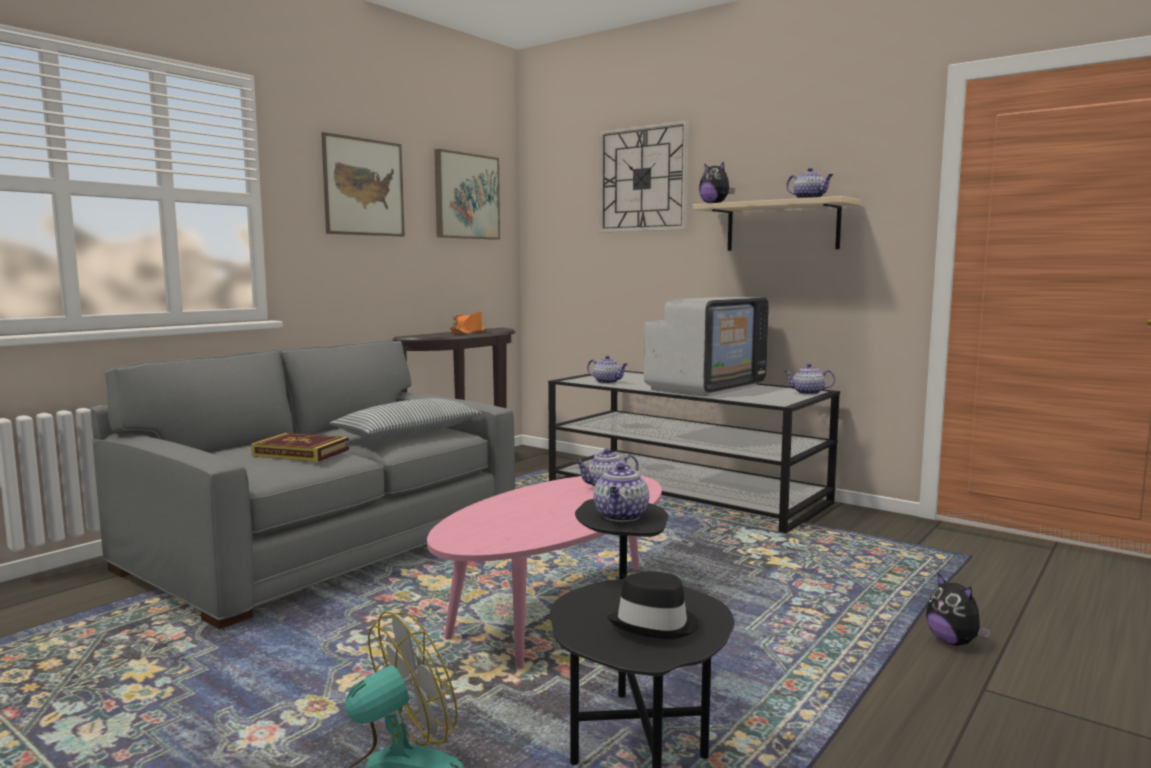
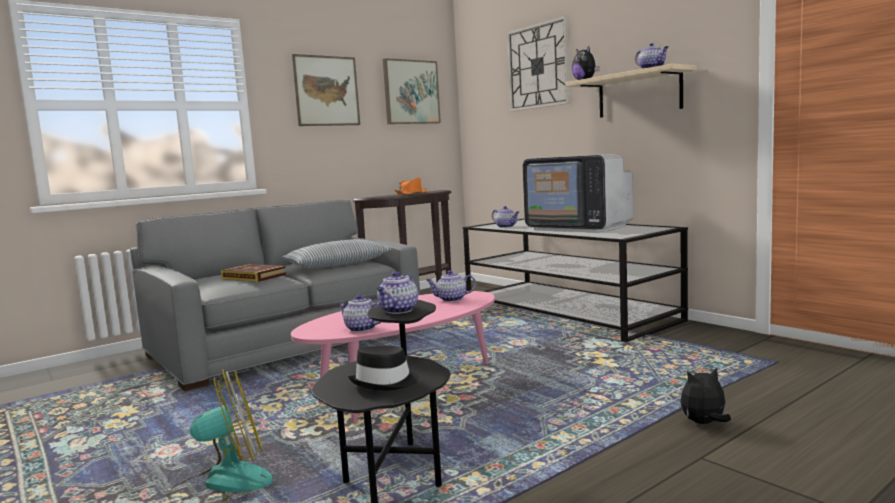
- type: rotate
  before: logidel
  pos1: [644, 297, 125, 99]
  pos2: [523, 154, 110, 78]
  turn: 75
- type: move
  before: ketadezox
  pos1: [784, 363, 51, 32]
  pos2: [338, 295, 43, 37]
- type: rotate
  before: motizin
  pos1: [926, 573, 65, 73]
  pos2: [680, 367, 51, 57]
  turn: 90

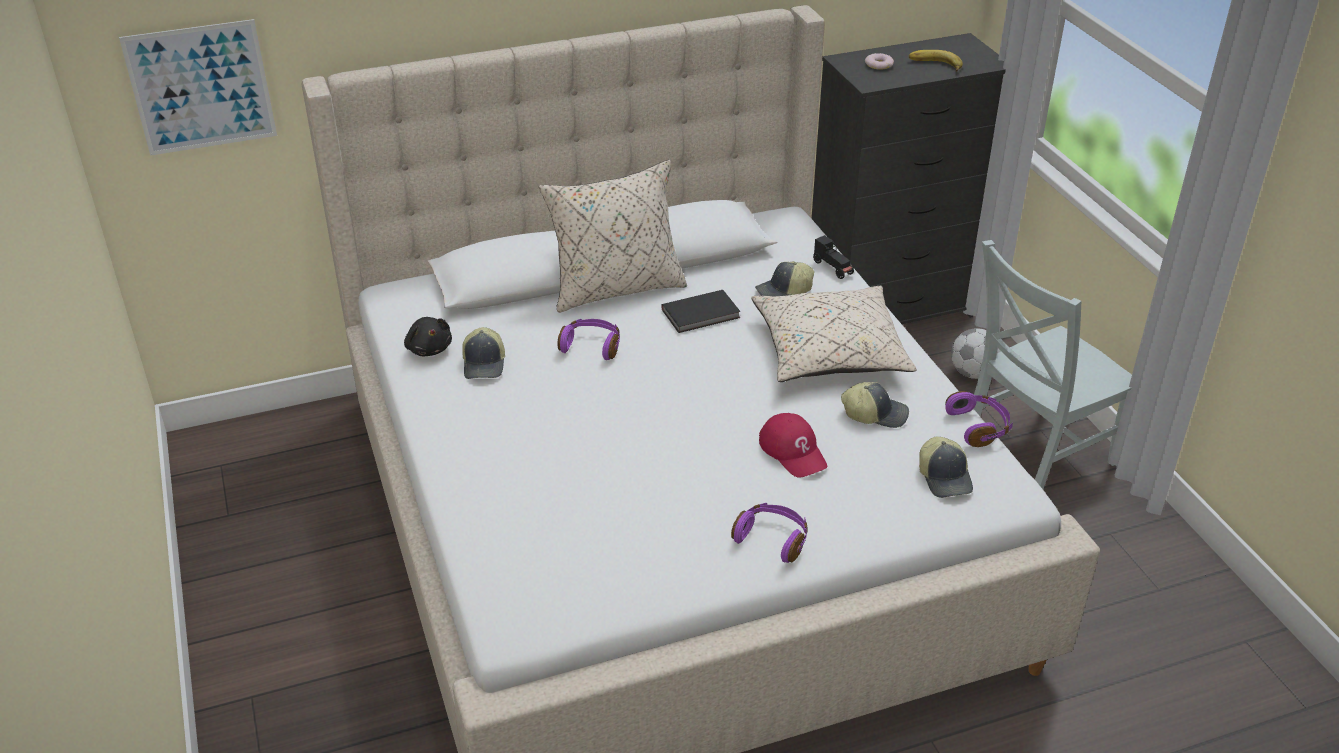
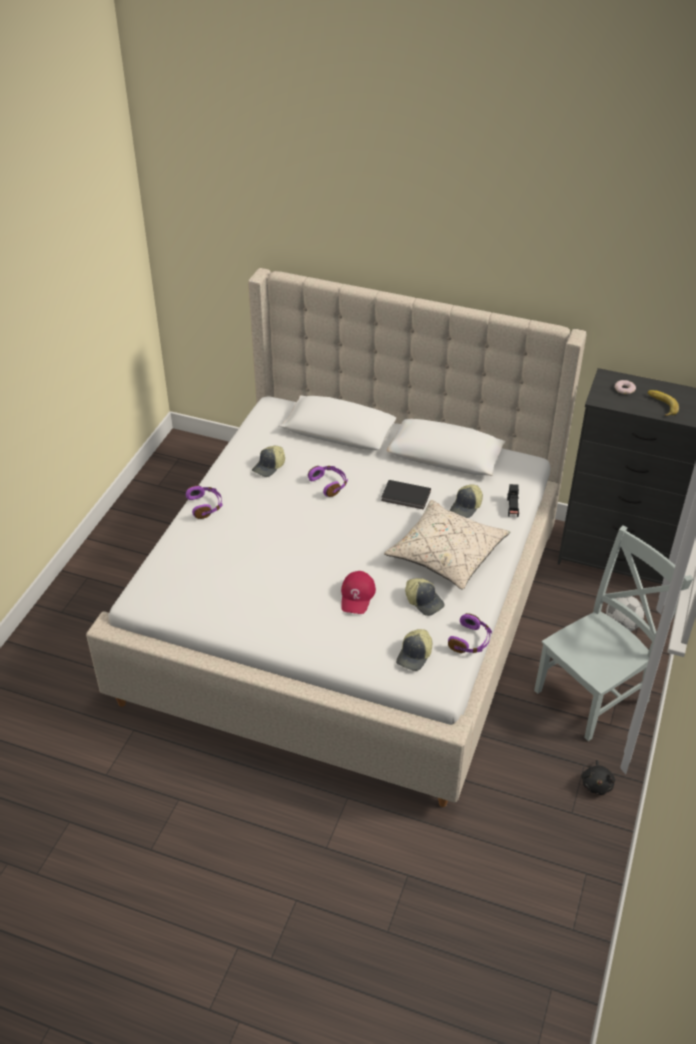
- type: delete
  before: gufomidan
  pos1: [119, 19, 158, 137]
- type: delete
  before: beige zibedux
  pos1: [539, 160, 148, 153]
- type: rotate
  before: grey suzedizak
  pos1: [974, 240, 158, 249]
  pos2: [534, 526, 159, 215]
  turn: 135
- type: rotate
  before: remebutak
  pos1: [755, 261, 59, 35]
  pos2: [450, 484, 33, 34]
  turn: -75
- type: move
  before: black motizin
  pos1: [404, 317, 48, 39]
  pos2: [581, 760, 34, 35]
- type: move
  before: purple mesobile
  pos1: [731, 503, 77, 60]
  pos2: [186, 485, 37, 34]

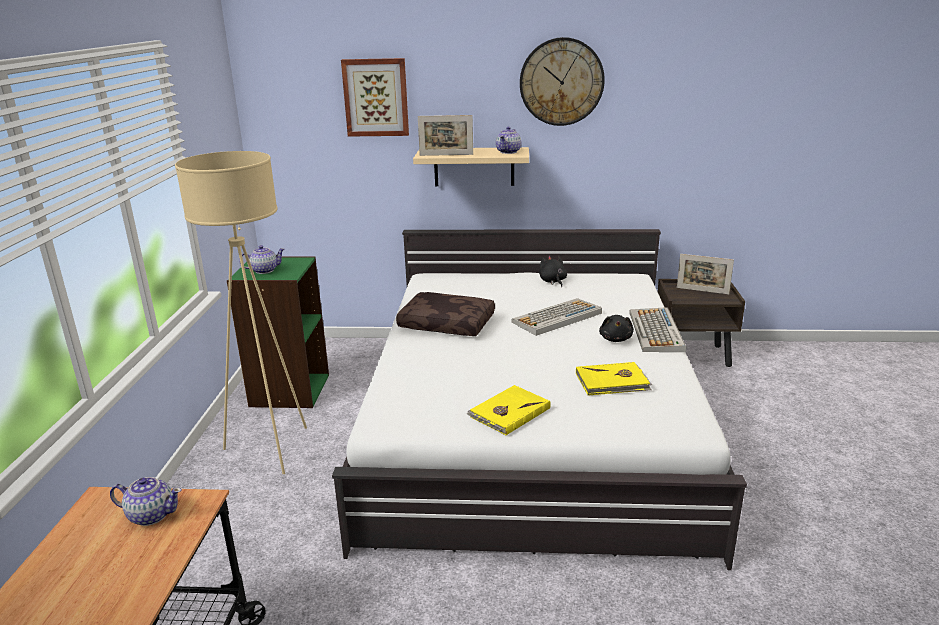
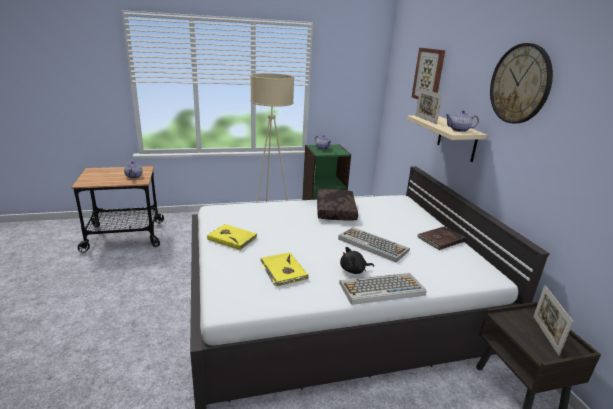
- type: replace
  before: black motizin
  after: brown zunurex
  pos1: [539, 255, 28, 32]
  pos2: [417, 226, 49, 24]

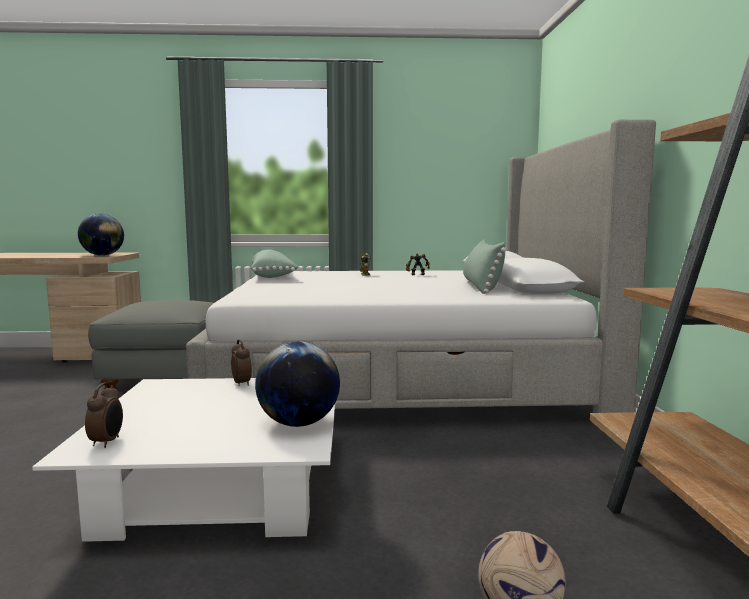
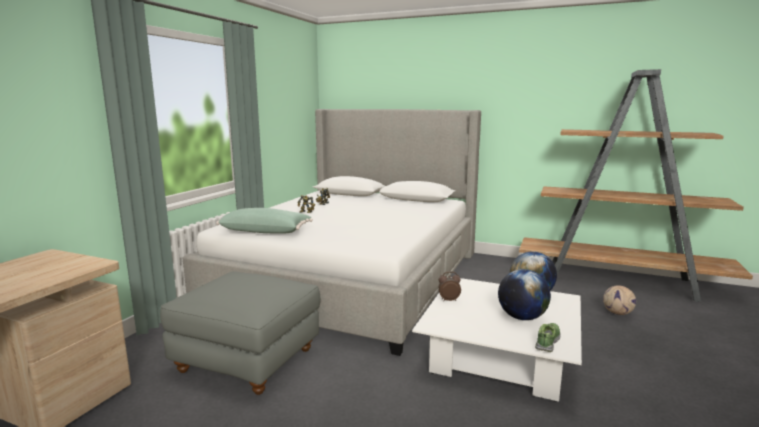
- type: move
  before: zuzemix
  pos1: [78, 213, 46, 43]
  pos2: [498, 269, 53, 51]
- type: delete
  before: green zibedux
  pos1: [463, 240, 43, 54]
- type: replace
  before: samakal
  after: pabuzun
  pos1: [85, 382, 38, 66]
  pos2: [535, 323, 26, 29]

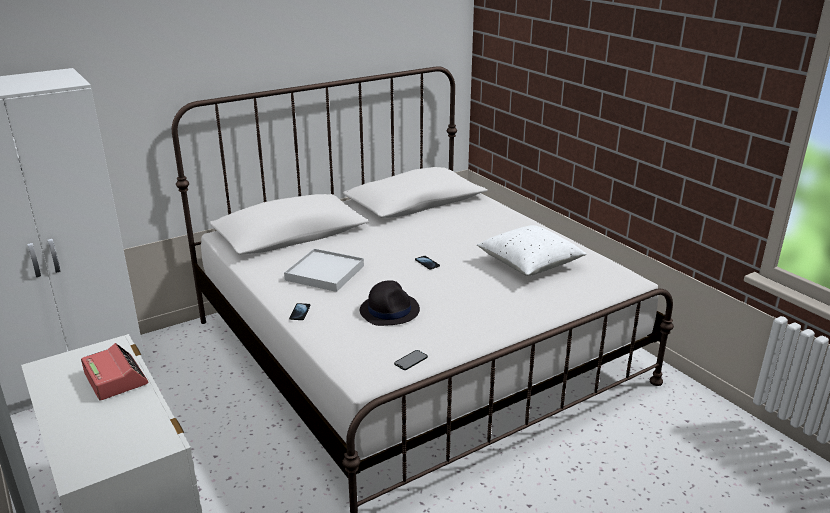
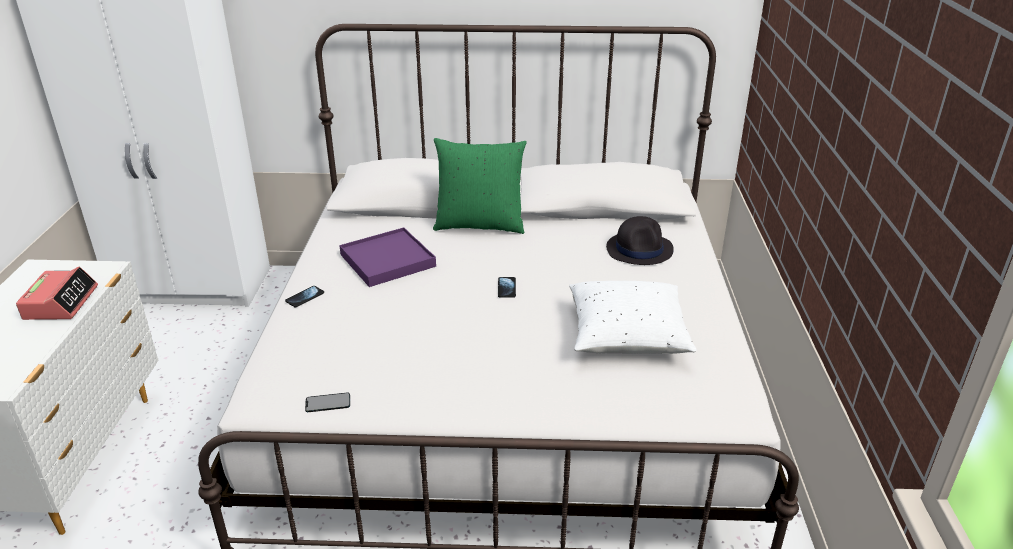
- type: recolor
  before: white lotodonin
  after: purple lotodonin
  pos1: [284, 248, 80, 44]
  pos2: [339, 227, 97, 60]
- type: move
  before: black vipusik
  pos1: [360, 280, 60, 46]
  pos2: [606, 216, 68, 49]
- type: insert
  after: green zibedux
  pos2: [433, 138, 94, 96]

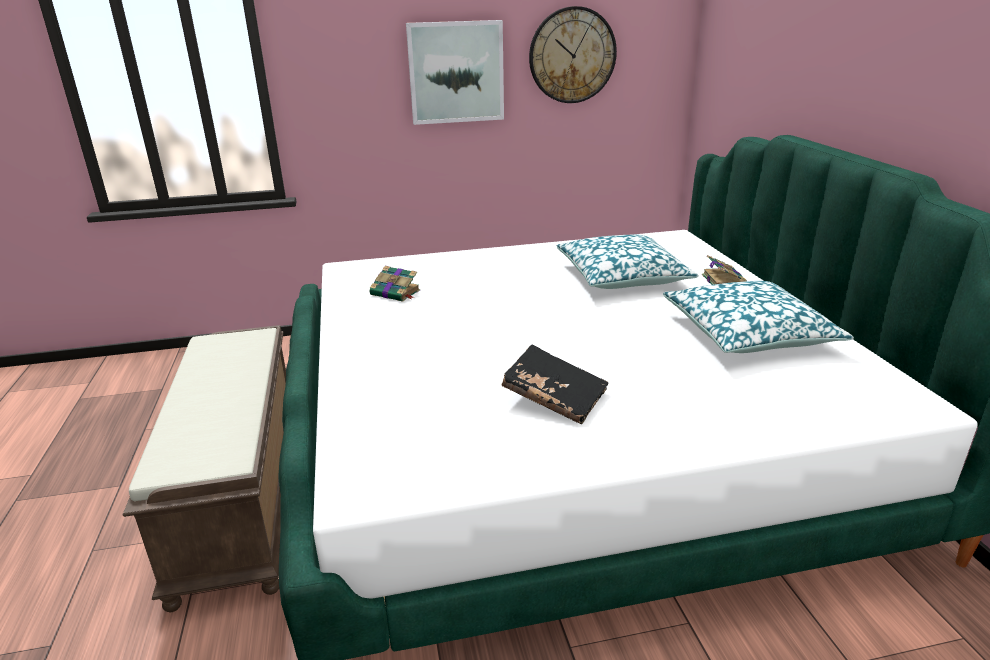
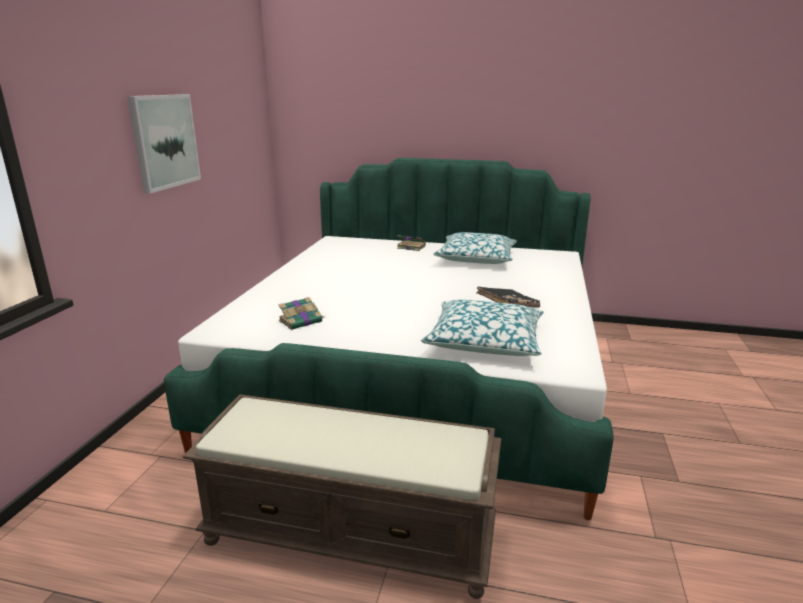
- type: delete
  before: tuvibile
  pos1: [529, 6, 88, 97]
- type: move
  before: zibedux
  pos1: [556, 235, 143, 54]
  pos2: [421, 300, 123, 56]

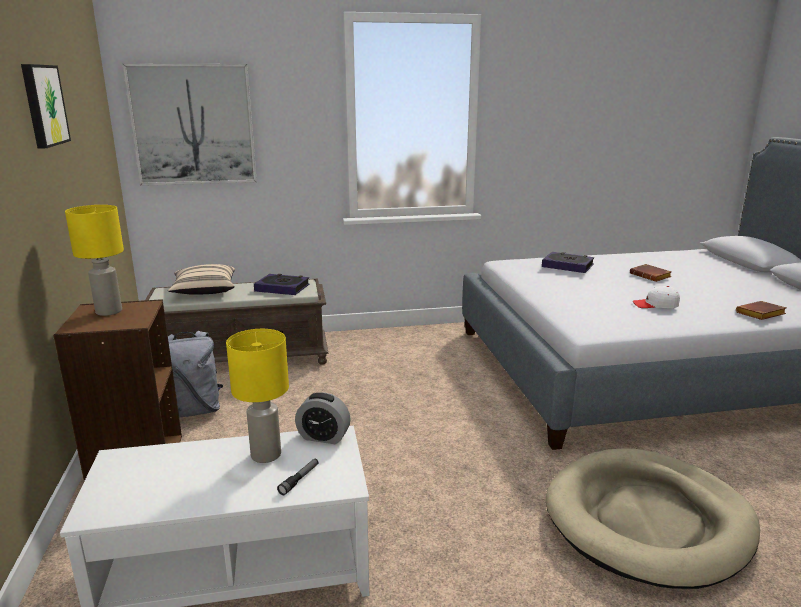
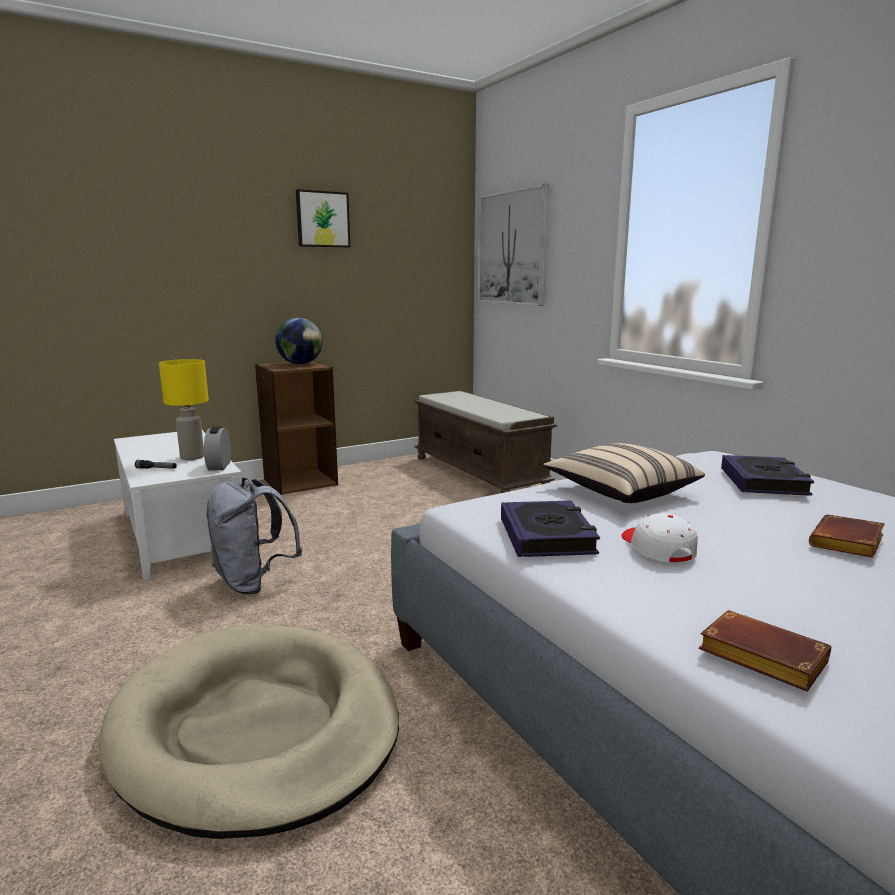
- type: replace
  before: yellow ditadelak
  after: zuzemix
  pos1: [65, 205, 59, 111]
  pos2: [275, 318, 48, 46]
- type: move
  before: beige zibedux
  pos1: [168, 264, 67, 31]
  pos2: [543, 443, 162, 60]
- type: move
  before: zunurex
  pos1: [254, 274, 55, 21]
  pos2: [501, 501, 99, 56]
- type: move
  before: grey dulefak
  pos1: [168, 331, 55, 86]
  pos2: [206, 478, 96, 116]

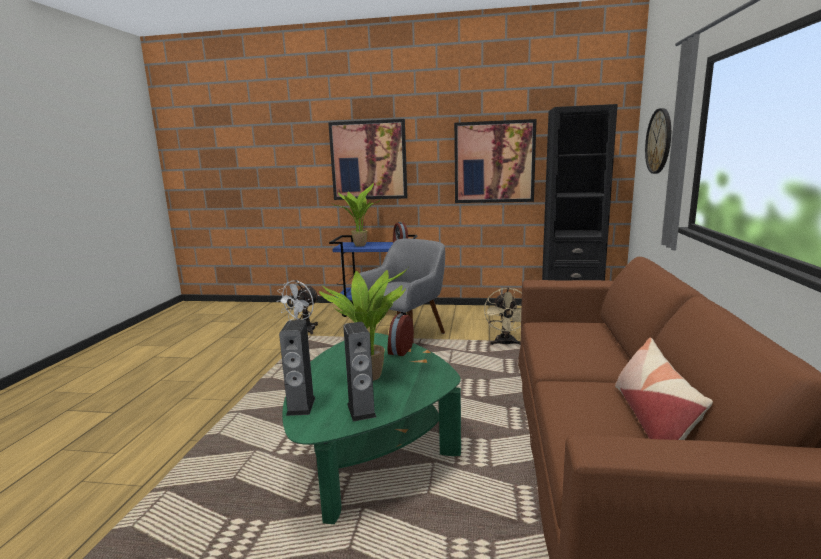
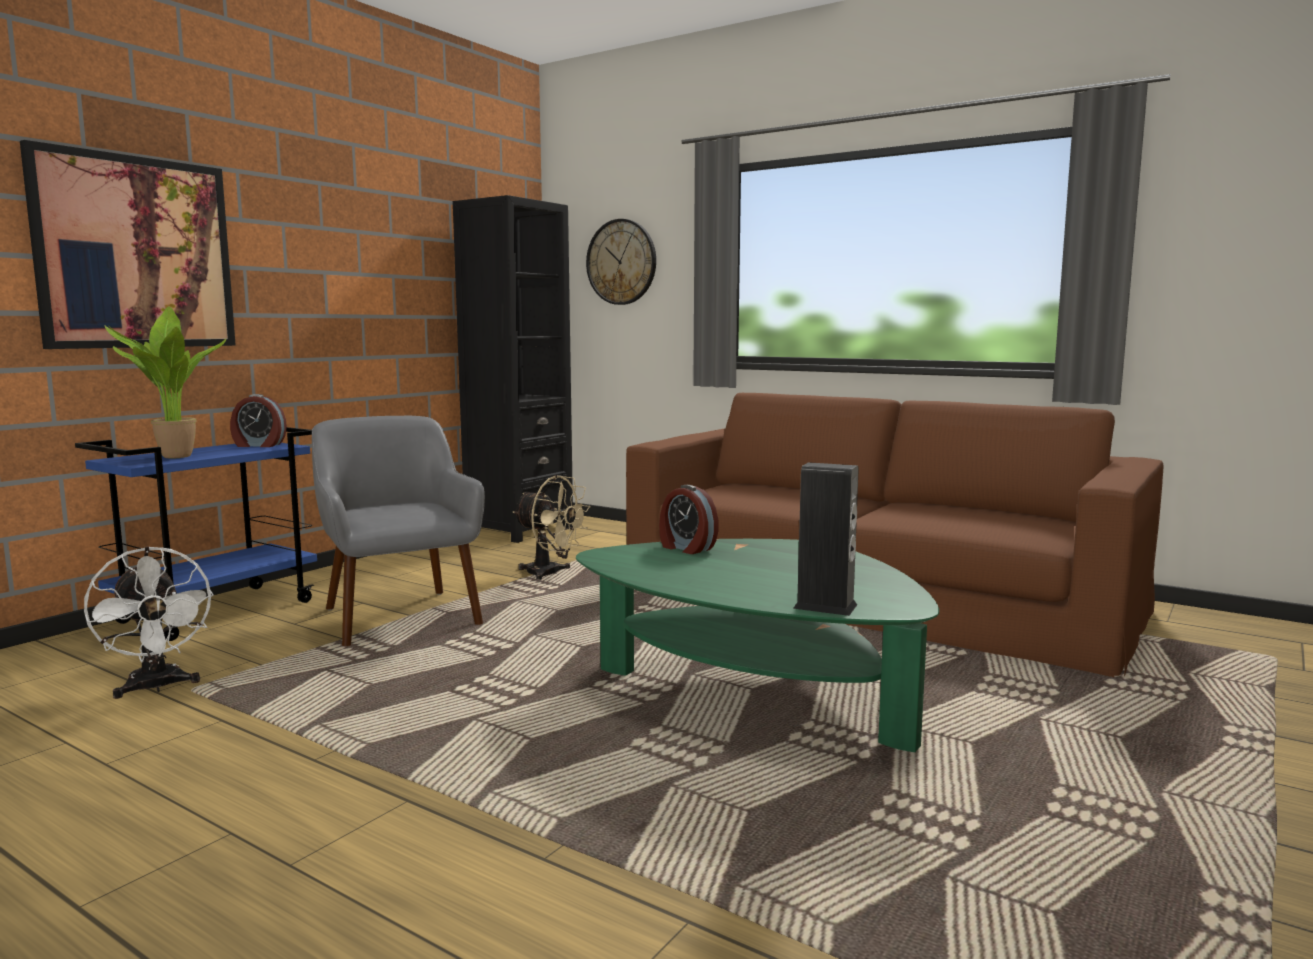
- type: delete
  before: gufomidan
  pos1: [454, 119, 83, 84]
- type: delete
  before: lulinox
  pos1: [319, 265, 91, 116]
- type: delete
  before: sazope
  pos1: [343, 322, 33, 100]
- type: delete
  before: zibedux
  pos1: [615, 338, 98, 102]

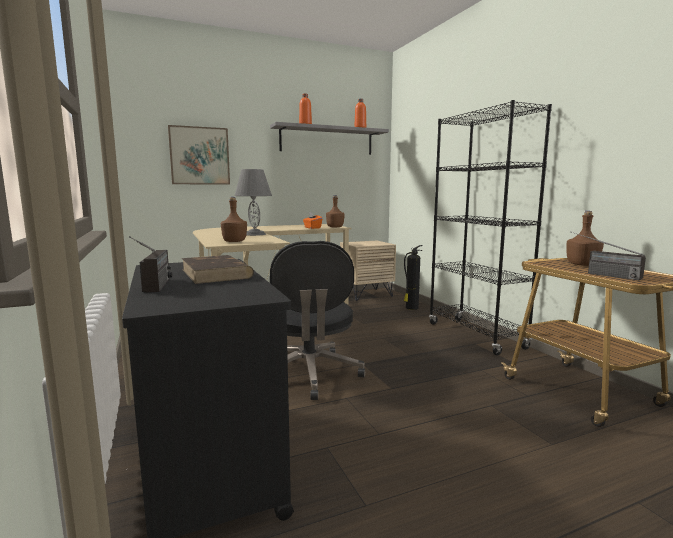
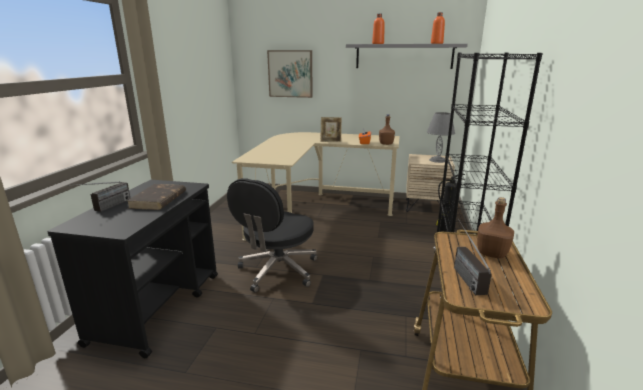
- type: move
  before: grey ditadelak
  pos1: [234, 169, 38, 67]
  pos2: [427, 112, 28, 51]
- type: delete
  before: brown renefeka
  pos1: [221, 197, 26, 45]
- type: insert
  after: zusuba
  pos2: [321, 117, 21, 25]

